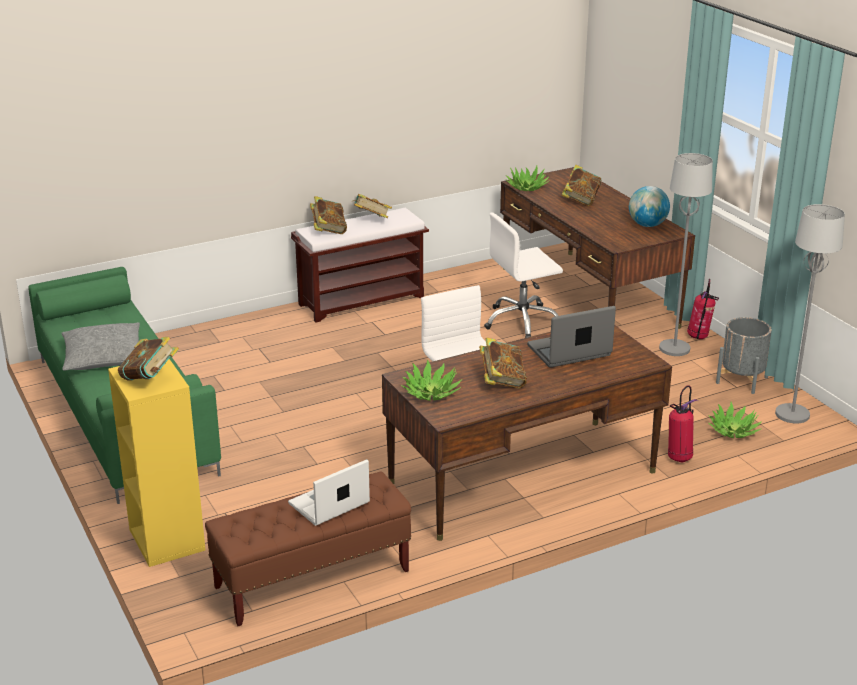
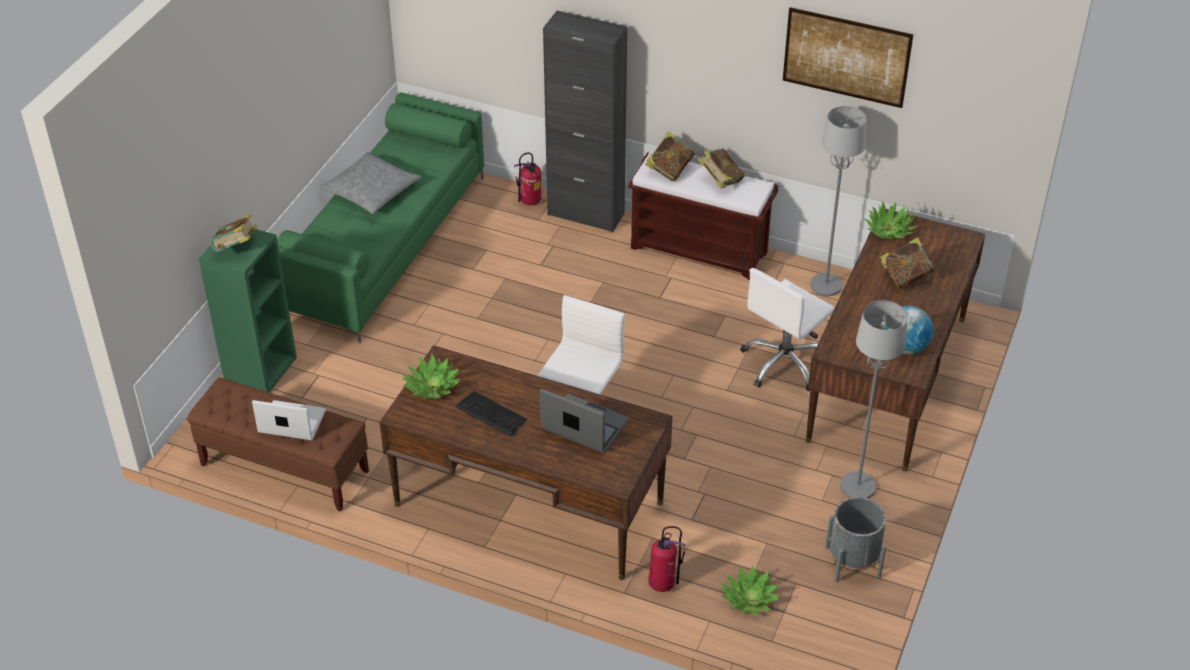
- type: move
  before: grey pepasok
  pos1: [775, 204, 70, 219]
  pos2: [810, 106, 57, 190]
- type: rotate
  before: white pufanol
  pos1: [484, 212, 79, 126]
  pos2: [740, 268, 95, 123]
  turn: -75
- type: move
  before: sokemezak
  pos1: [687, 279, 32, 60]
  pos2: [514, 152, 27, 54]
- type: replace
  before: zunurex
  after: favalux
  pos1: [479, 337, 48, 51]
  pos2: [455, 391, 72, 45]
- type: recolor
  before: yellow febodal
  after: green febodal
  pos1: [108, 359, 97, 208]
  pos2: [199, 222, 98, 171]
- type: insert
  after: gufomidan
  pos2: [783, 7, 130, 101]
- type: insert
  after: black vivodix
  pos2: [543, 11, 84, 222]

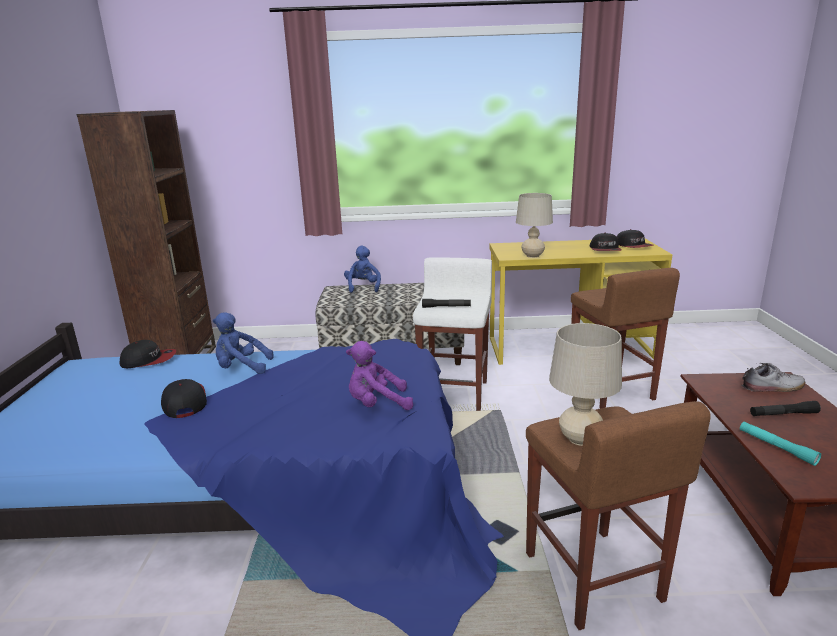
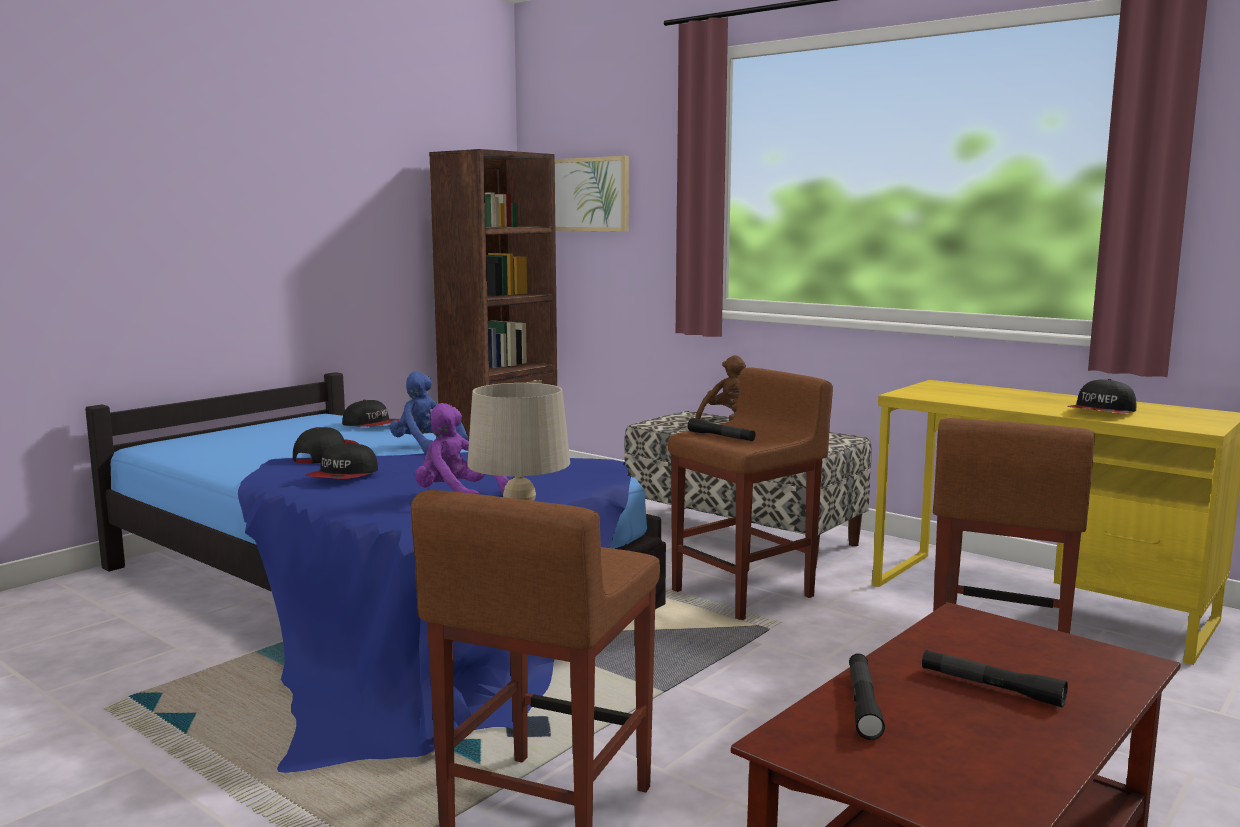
- type: delete
  before: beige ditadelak
  pos1: [516, 193, 37, 65]
- type: move
  before: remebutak
  pos1: [617, 229, 37, 19]
  pos2: [305, 442, 73, 37]
- type: recolor
  before: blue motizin
  after: brown motizin
  pos1: [344, 246, 37, 47]
  pos2: [695, 355, 51, 66]
- type: recolor
  before: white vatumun
  after: brown vatumun
  pos1: [413, 257, 79, 154]
  pos2: [668, 367, 165, 253]
- type: delete
  before: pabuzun
  pos1: [741, 363, 64, 29]
- type: recolor
  before: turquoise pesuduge
  after: black pesuduge
  pos1: [740, 421, 81, 45]
  pos2: [849, 653, 36, 87]
- type: insert
  after: gufomidan
  pos2: [555, 156, 74, 76]

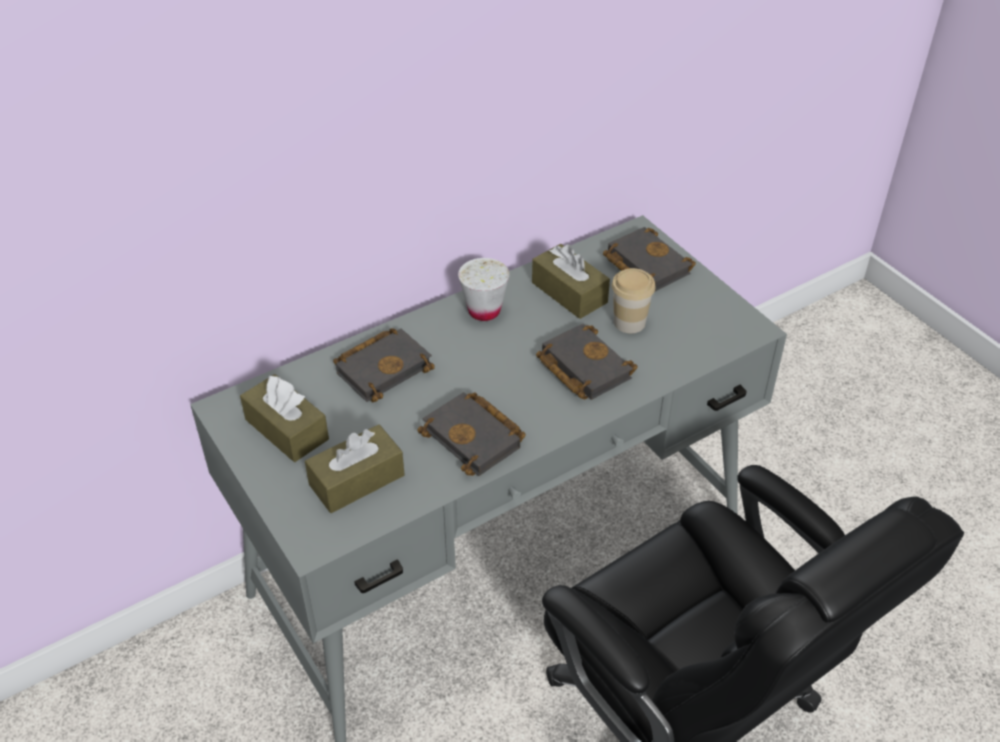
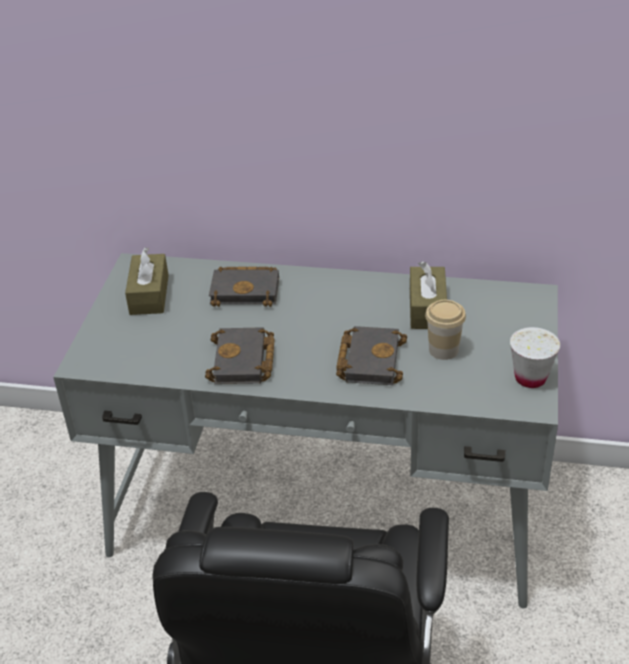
- type: delete
  before: black zunurex
  pos1: [603, 227, 93, 64]
- type: move
  before: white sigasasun
  pos1: [458, 258, 52, 63]
  pos2: [510, 327, 50, 61]
- type: delete
  before: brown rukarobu
  pos1: [305, 424, 100, 89]

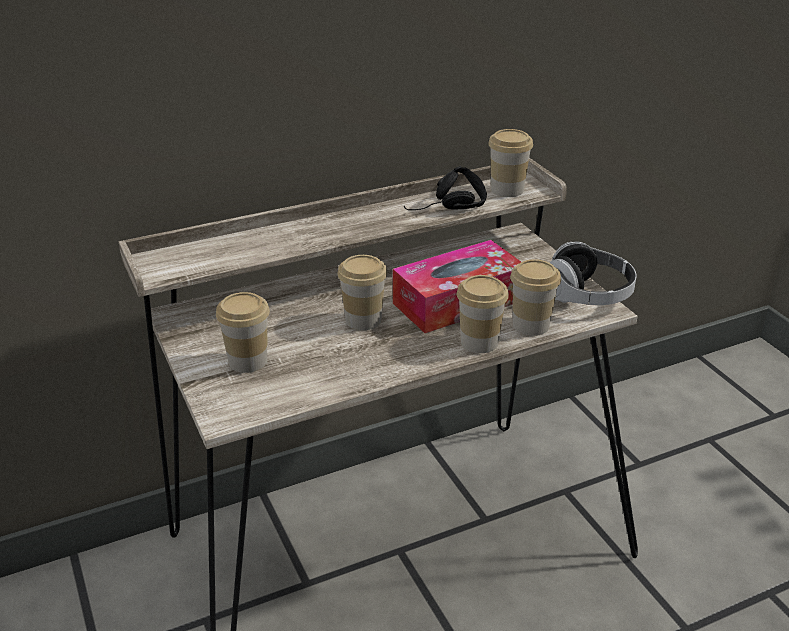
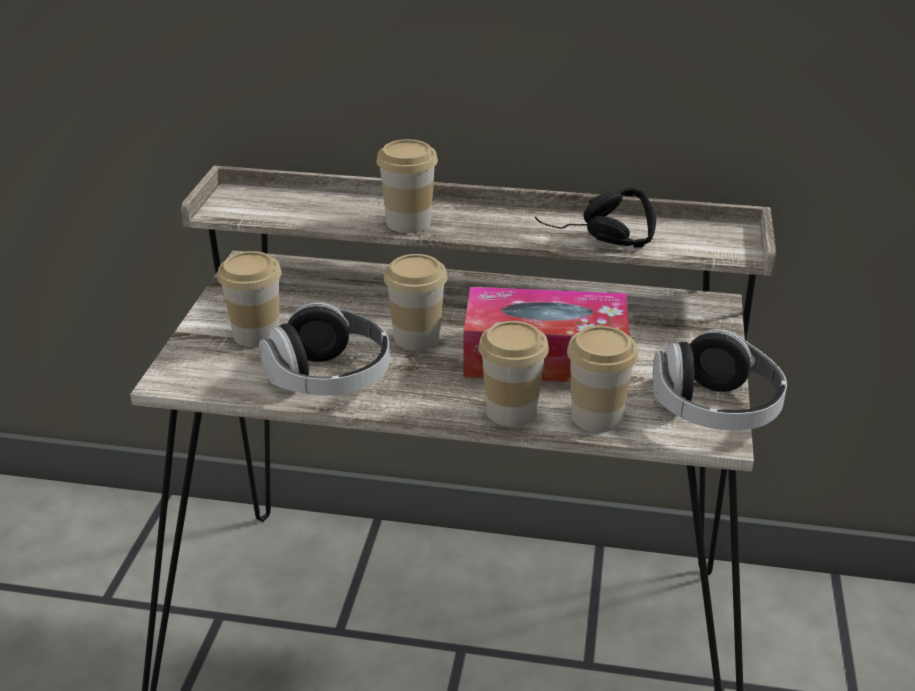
- type: move
  before: sigasasun
  pos1: [488, 129, 45, 68]
  pos2: [376, 139, 62, 94]
- type: insert
  after: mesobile
  pos2: [259, 302, 131, 94]

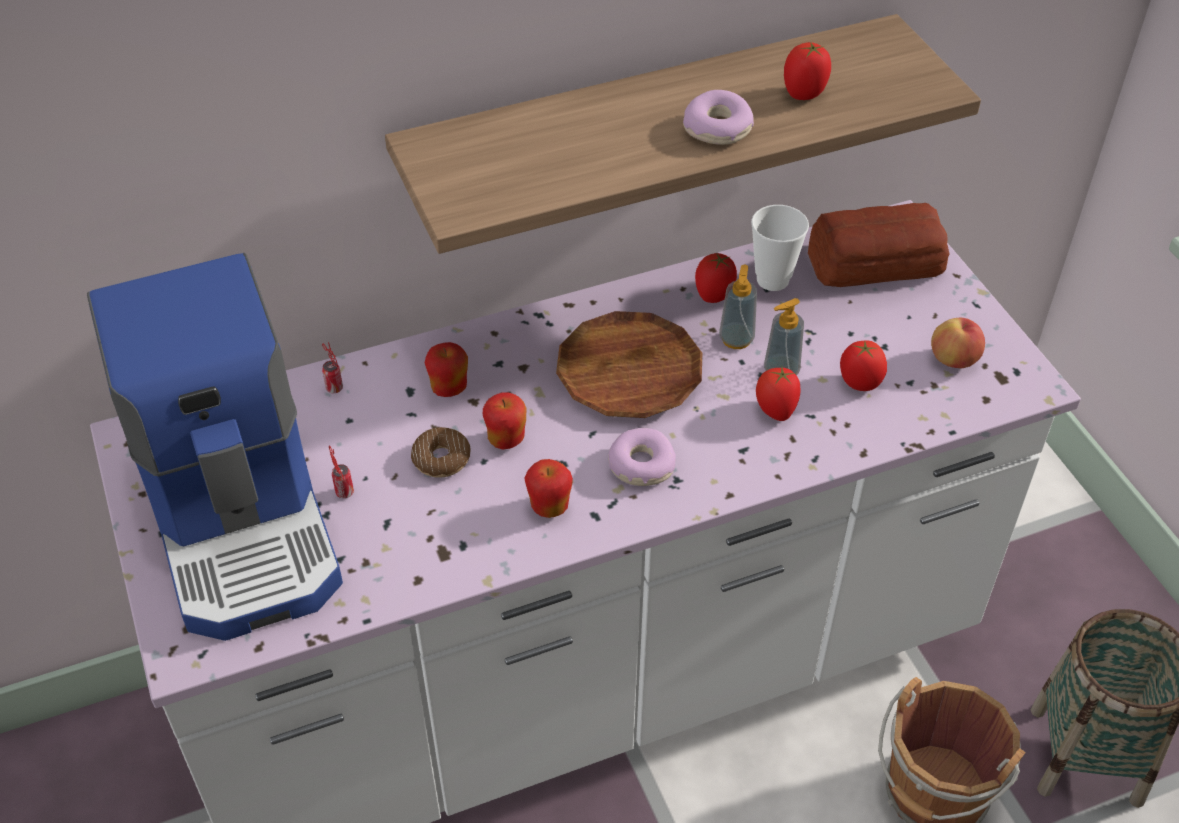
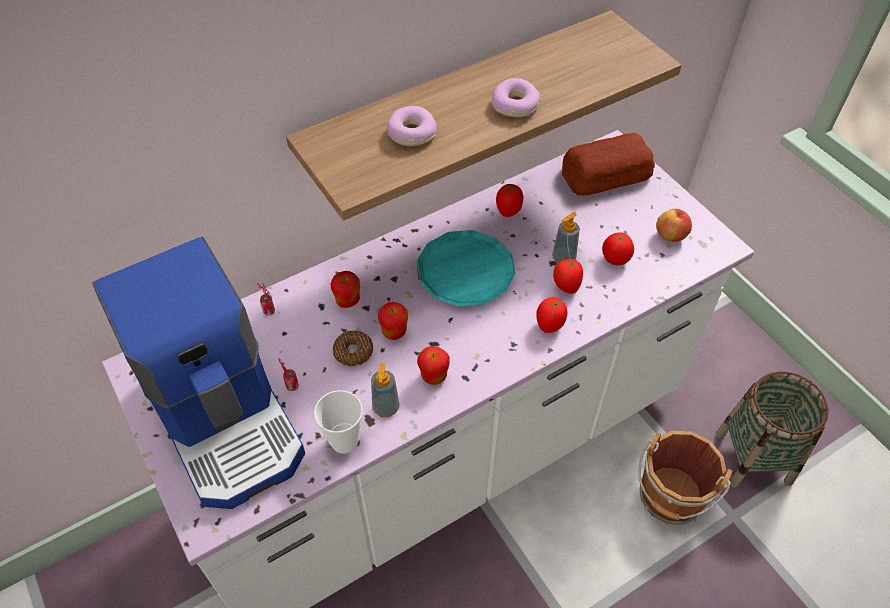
- type: move
  before: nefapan
  pos1: [784, 42, 47, 58]
  pos2: [536, 297, 32, 36]
- type: move
  before: sigasasun
  pos1: [751, 205, 58, 86]
  pos2: [314, 390, 49, 64]
- type: move
  before: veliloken
  pos1: [719, 265, 38, 84]
  pos2: [371, 363, 29, 54]
- type: recolor
  before: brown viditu
  after: turquoise viditu
  pos1: [556, 311, 146, 107]
  pos2: [416, 230, 99, 77]
- type: move
  before: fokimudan
  pos1: [608, 428, 68, 58]
  pos2: [387, 106, 50, 40]

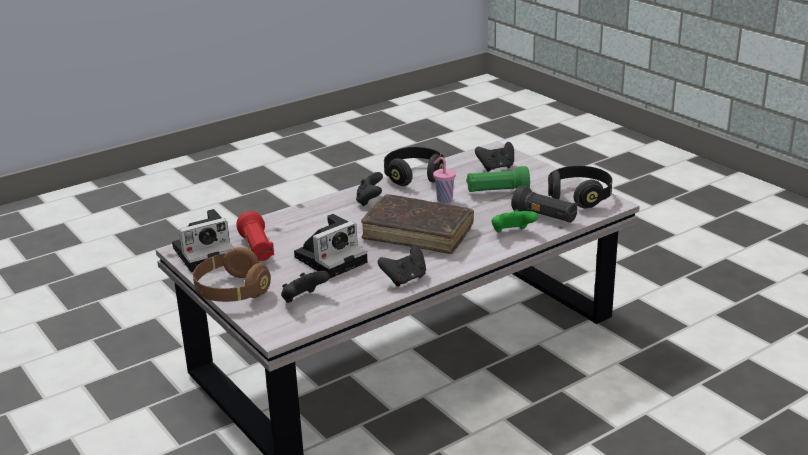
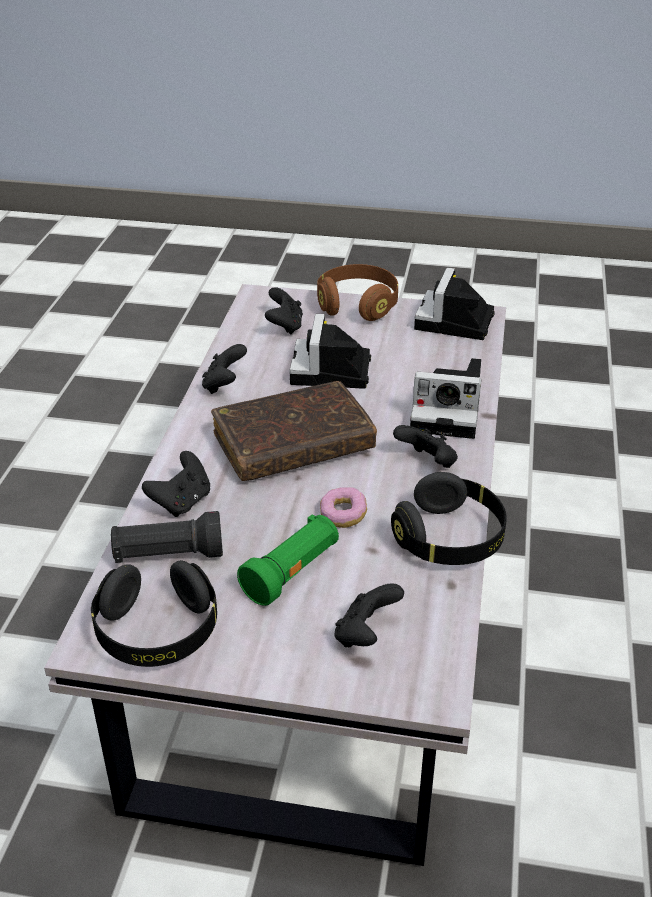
- type: replace
  before: pink sigasasun
  after: fokimudan
  pos1: [433, 157, 23, 46]
  pos2: [320, 487, 47, 41]
- type: recolor
  before: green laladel
  after: black laladel
  pos1: [492, 209, 46, 23]
  pos2: [142, 451, 68, 66]
- type: delete
  before: red pesuduge
  pos1: [236, 211, 38, 50]
- type: insert
  after: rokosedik
  pos2: [410, 358, 72, 81]

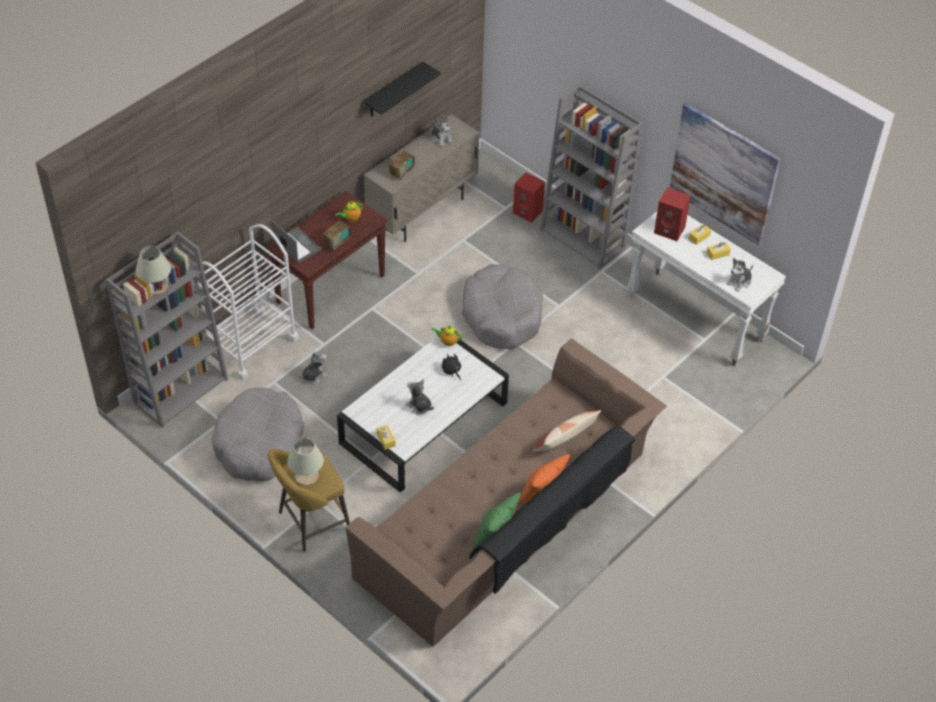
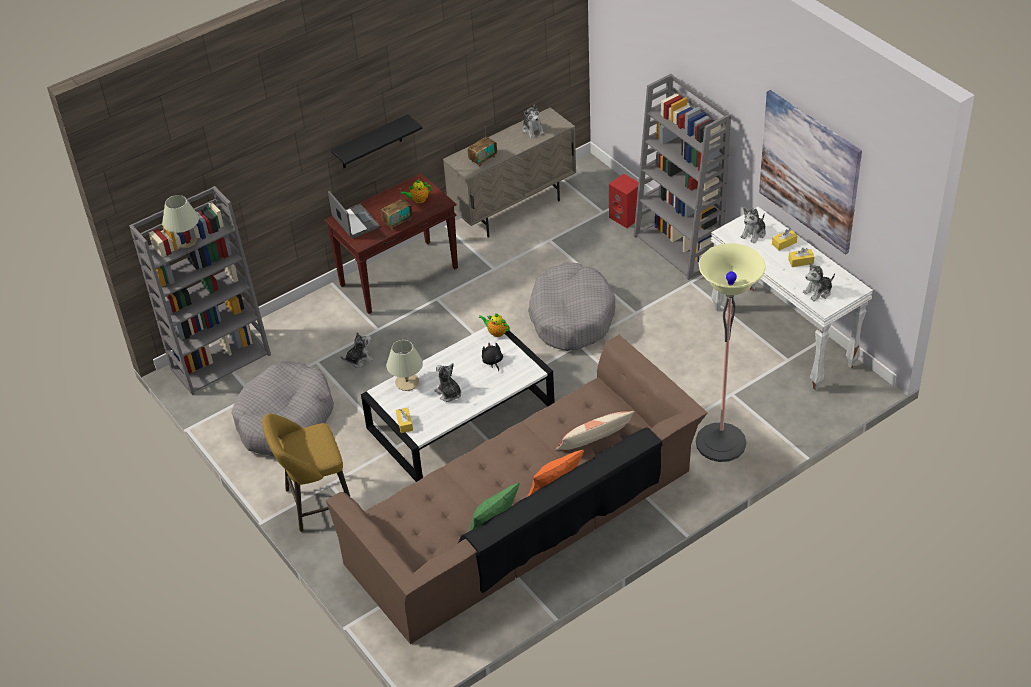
- type: move
  before: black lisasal
  pos1: [363, 62, 78, 55]
  pos2: [331, 114, 91, 54]
- type: replace
  before: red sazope
  after: motizin
  pos1: [654, 187, 37, 54]
  pos2: [741, 208, 25, 35]
- type: delete
  before: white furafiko
  pos1: [196, 224, 103, 156]
- type: move
  before: beige ditadelak
  pos1: [287, 438, 37, 47]
  pos2: [387, 340, 36, 51]
- type: insert
  after: pepasok
  pos2: [696, 243, 70, 219]

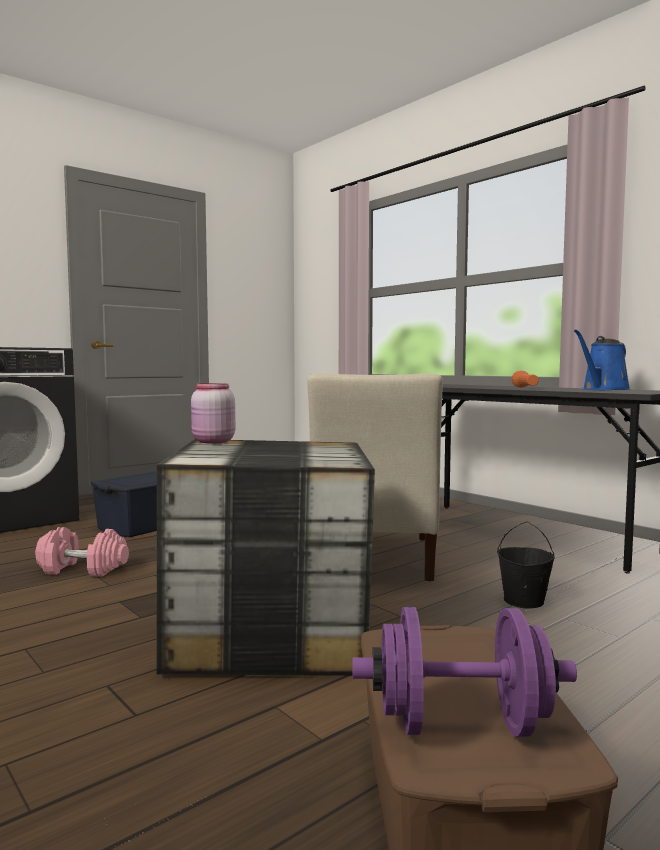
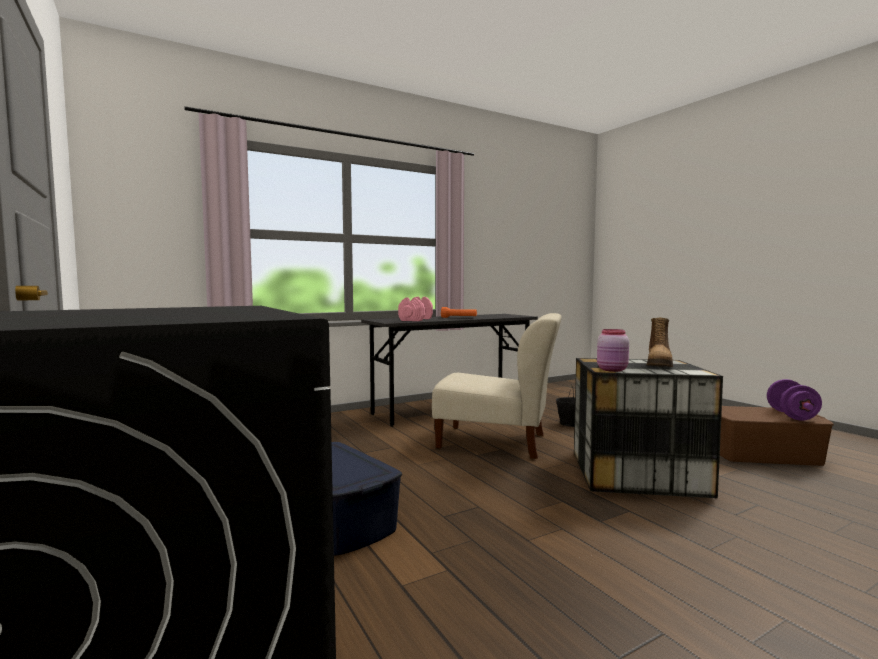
- type: delete
  before: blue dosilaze
  pos1: [574, 330, 57, 60]
- type: move
  before: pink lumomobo
  pos1: [35, 527, 94, 50]
  pos2: [398, 297, 35, 24]
- type: insert
  after: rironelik
  pos2: [647, 318, 26, 49]

